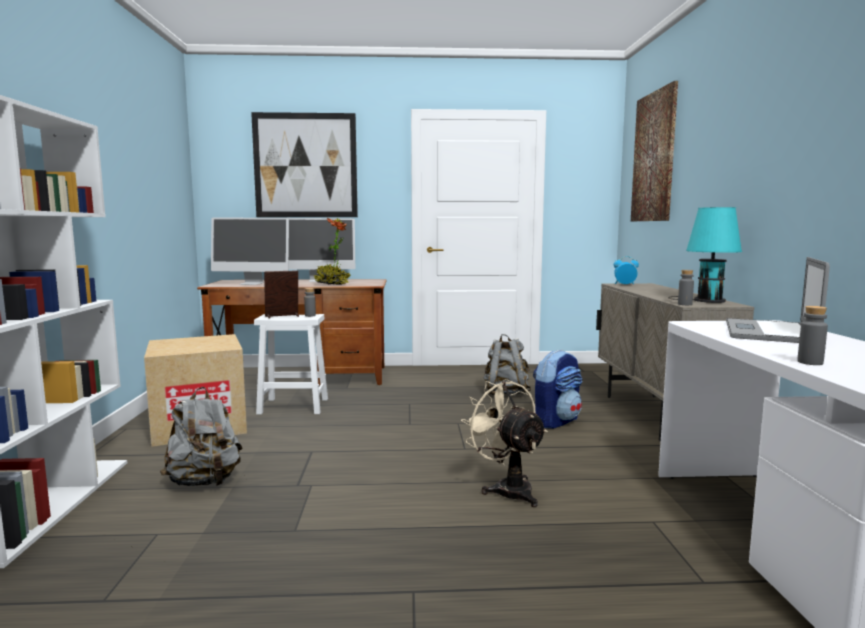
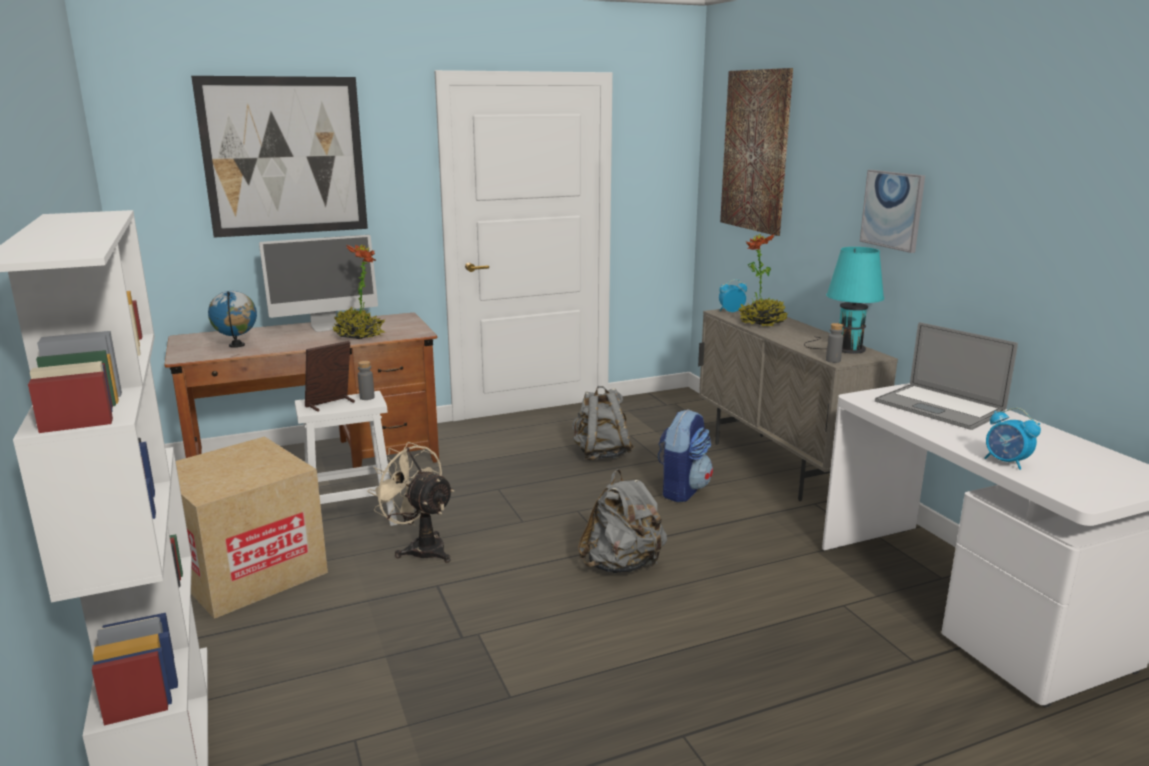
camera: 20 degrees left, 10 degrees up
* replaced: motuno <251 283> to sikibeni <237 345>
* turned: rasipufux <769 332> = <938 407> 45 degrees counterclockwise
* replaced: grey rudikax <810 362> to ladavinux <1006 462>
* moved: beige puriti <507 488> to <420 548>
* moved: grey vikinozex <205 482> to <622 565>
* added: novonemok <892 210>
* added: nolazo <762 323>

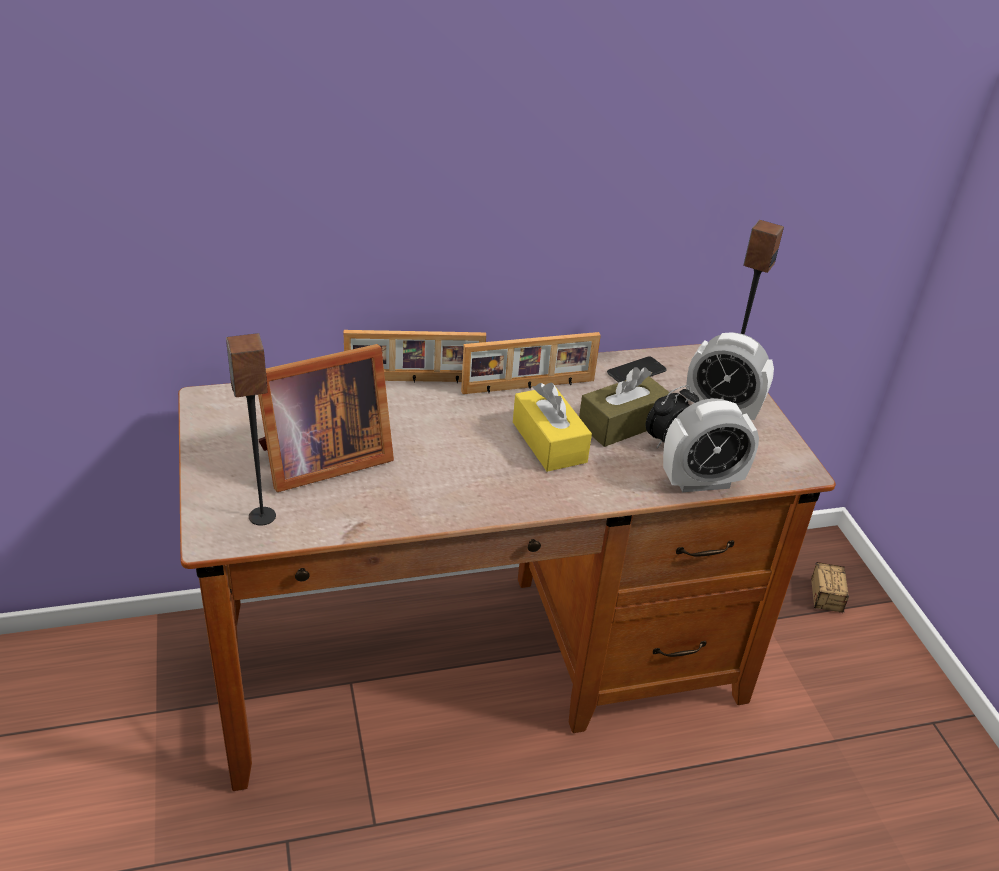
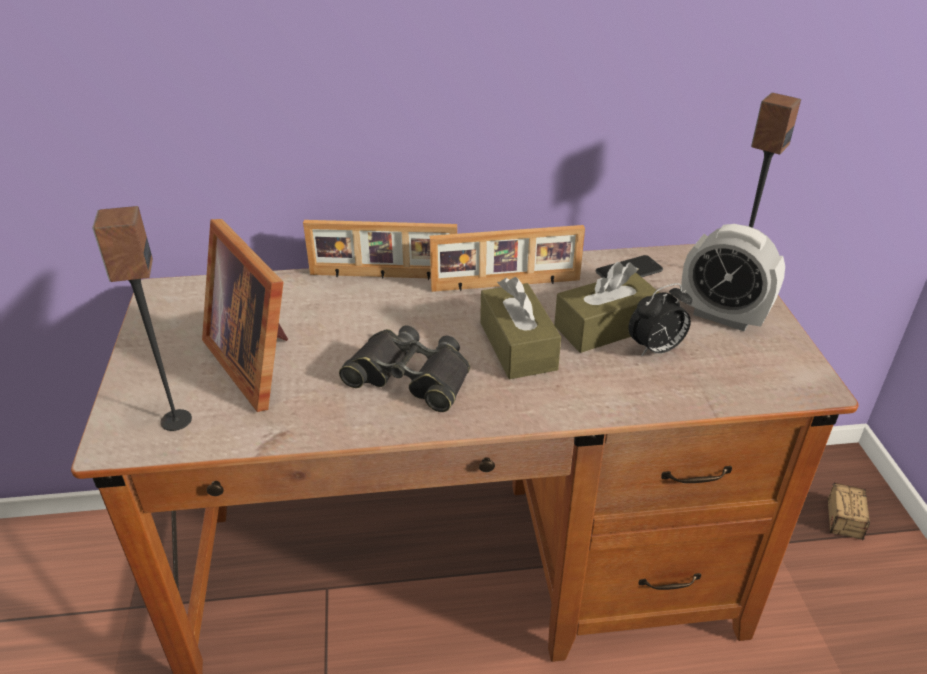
camera: 10 degrees right, 0 degrees up
* turned: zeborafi <320 461> = <258 360> 75 degrees clockwise
* recoloured: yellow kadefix <549 442> to brown kadefix <517 346>
* removed: ladavinux <701 482>
* added: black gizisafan <410 377>

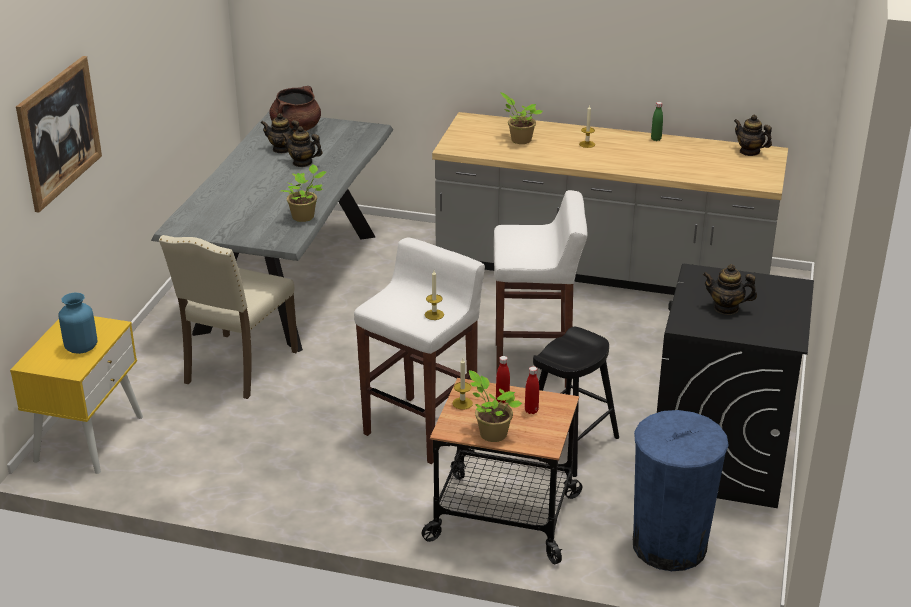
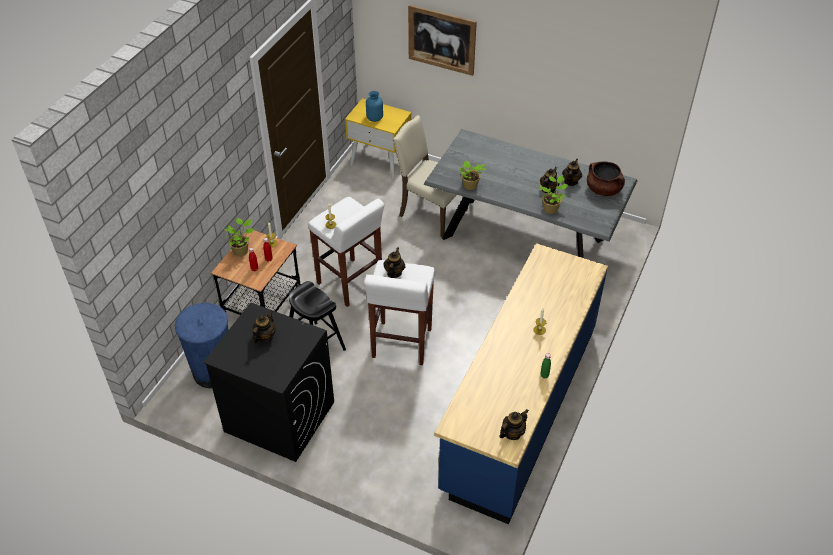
camera: 100 degrees right, 15 degrees up
* moved: nolazo <519 140> to <551 208>
* recoloured: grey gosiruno <602 270> to blue gosiruno <519 407>
* added: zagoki <394 273>

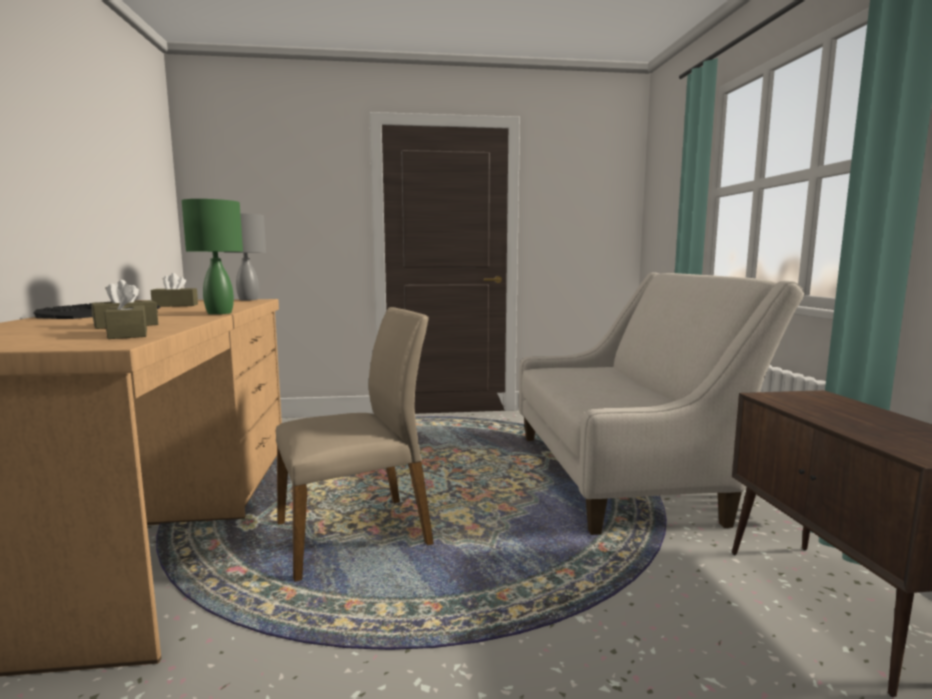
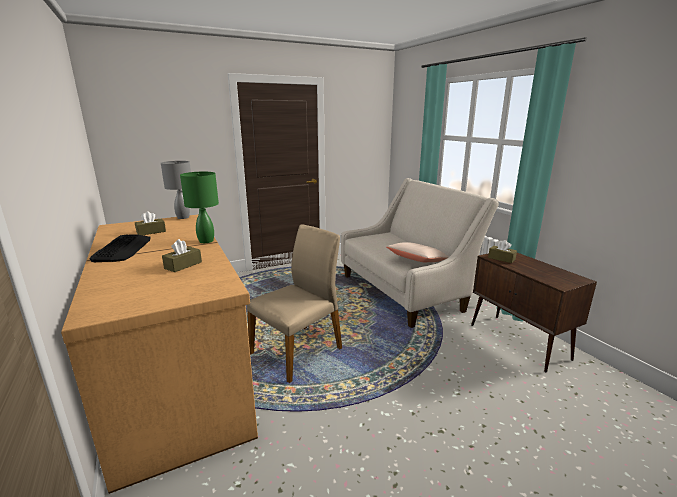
camera: 20 degrees left, 10 degrees up
* moved: brown kadefix <128 334> to <501 258>
* added: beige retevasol <417 261>

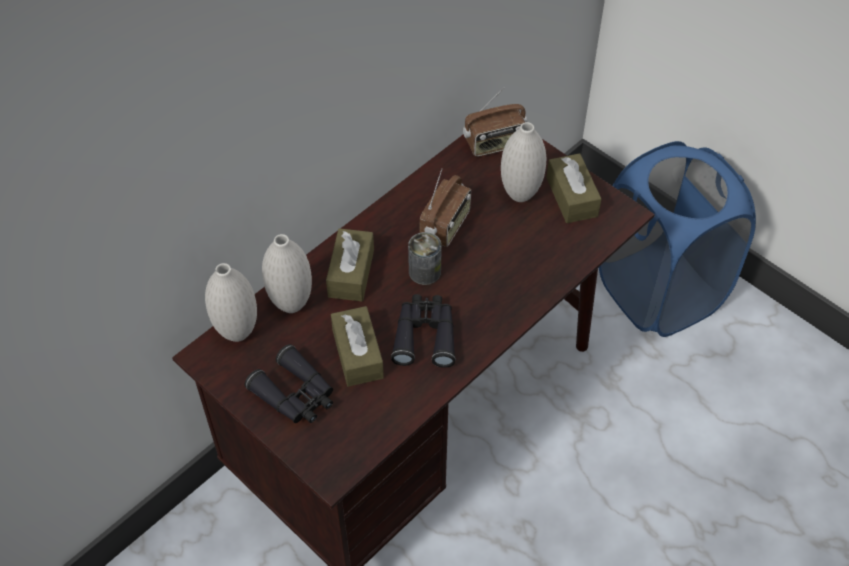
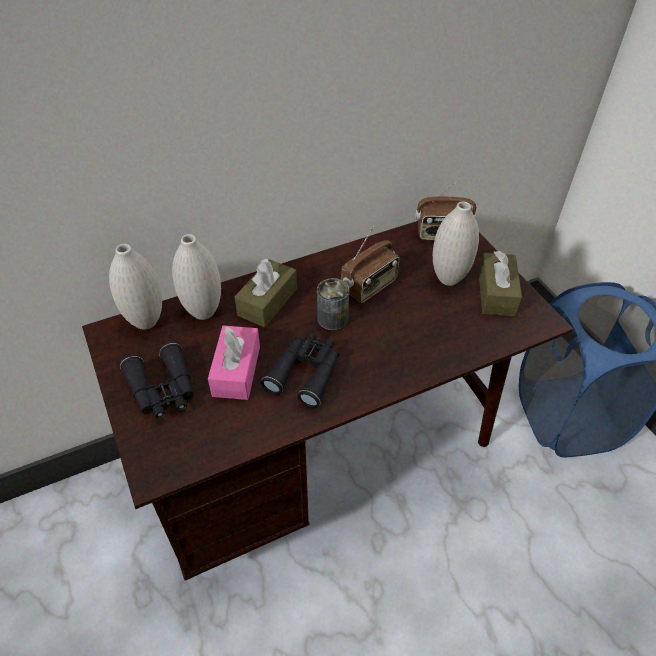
camera: 20 degrees right, 5 degrees down
* recoloured: brown kadefix <357 354> to pink kadefix <236 371>

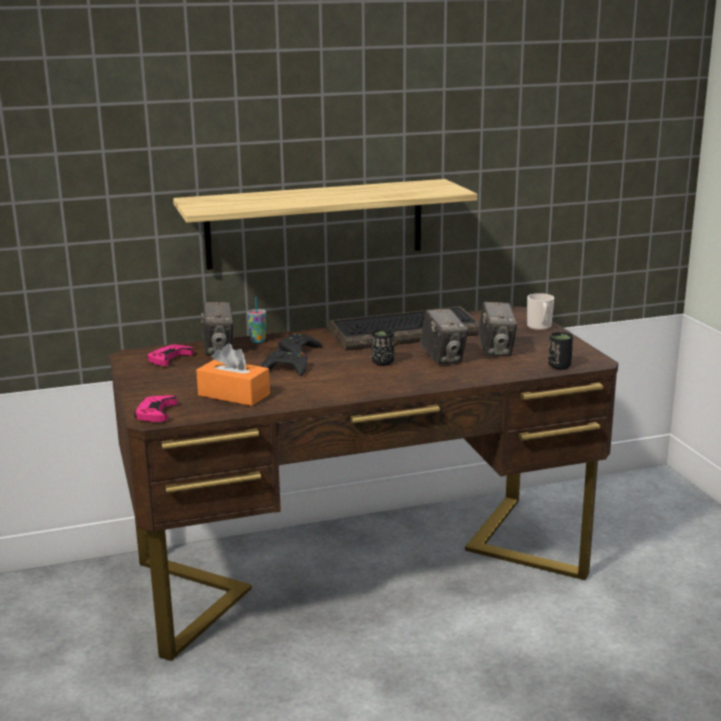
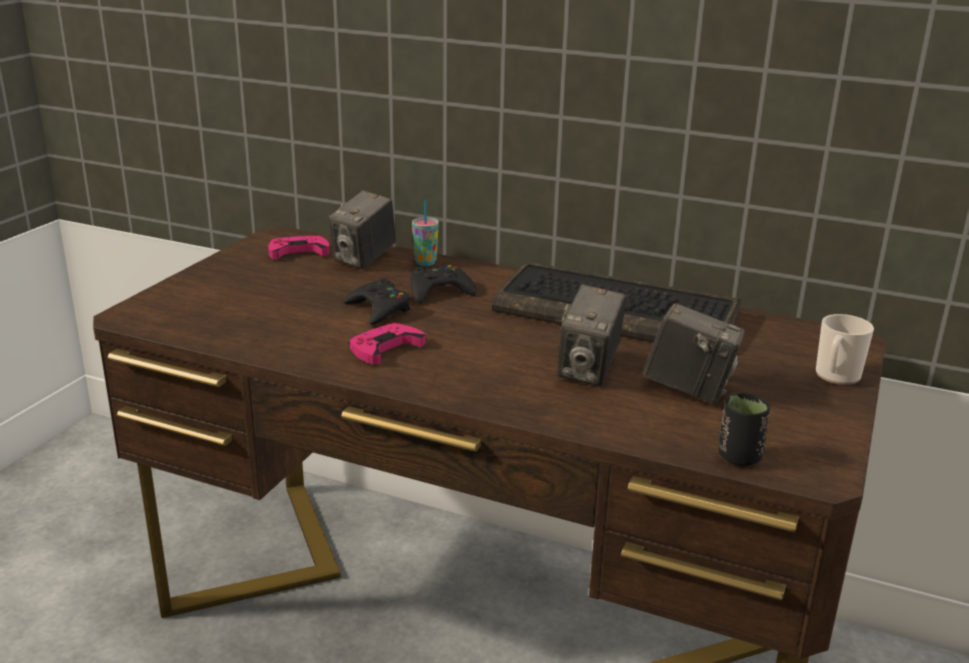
camera: 40 degrees right, 5 degrees up
* removed: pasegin <315 224>
* turned: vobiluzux <496 351> = <689 389> 105 degrees counterclockwise
* removed: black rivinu <383 362>
* removed: orange kadefix <234 395>
* moved: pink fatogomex <155 413> to <385 348>

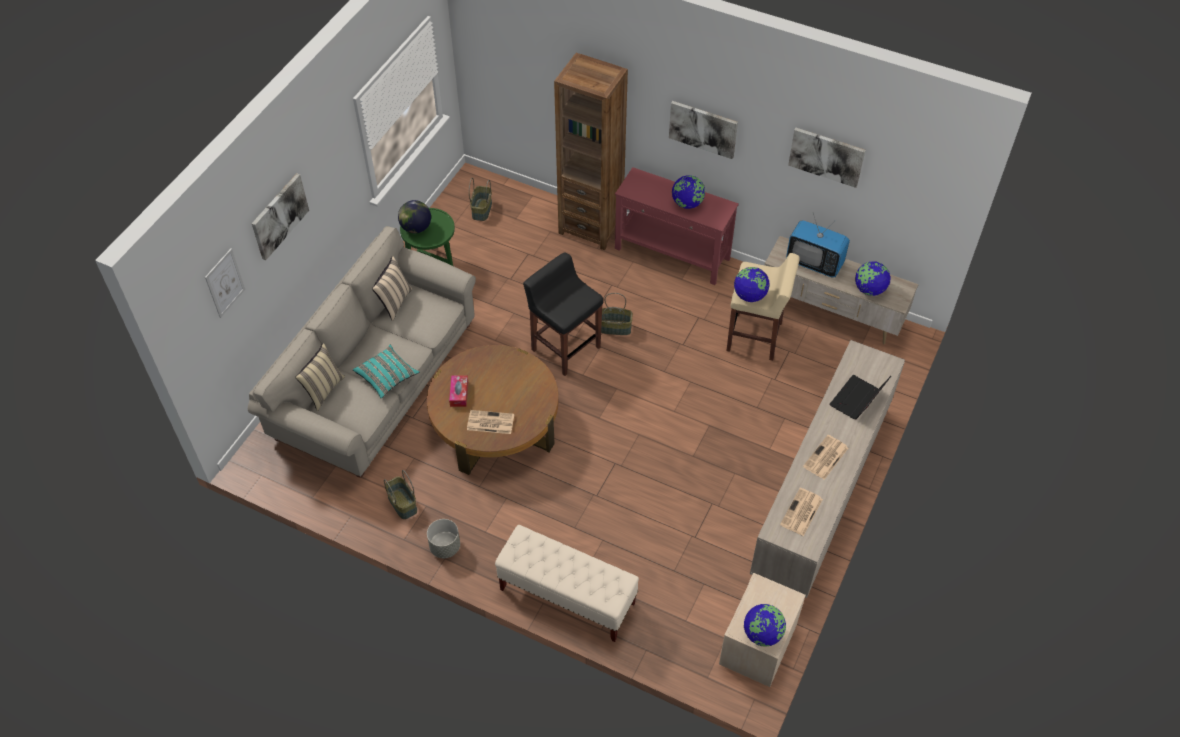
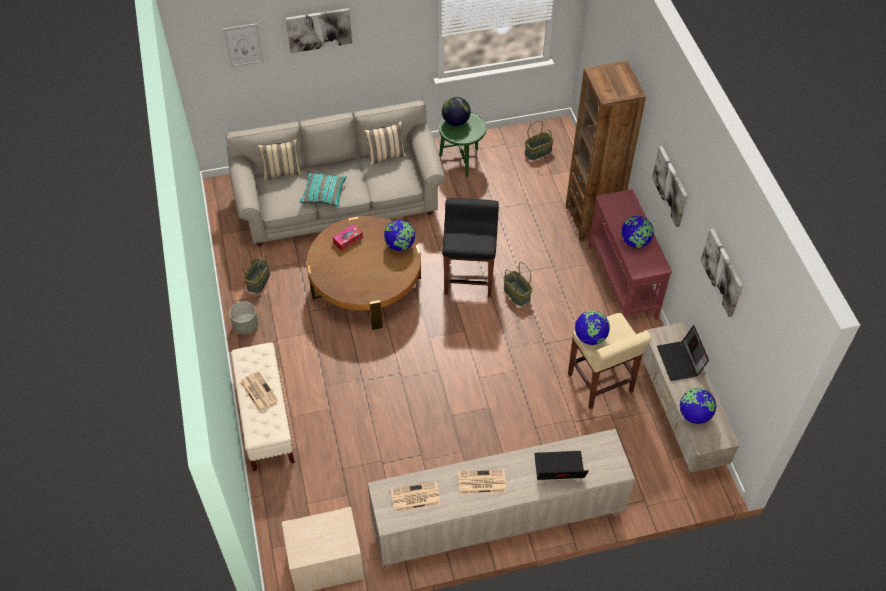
camera: 50 degrees right, 0 degrees up
* replaced: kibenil <814 263> to rasipufux <680 361>
* moved: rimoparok <489 422> to <258 391>
* moved: sikibeni <762 634> to <400 245>

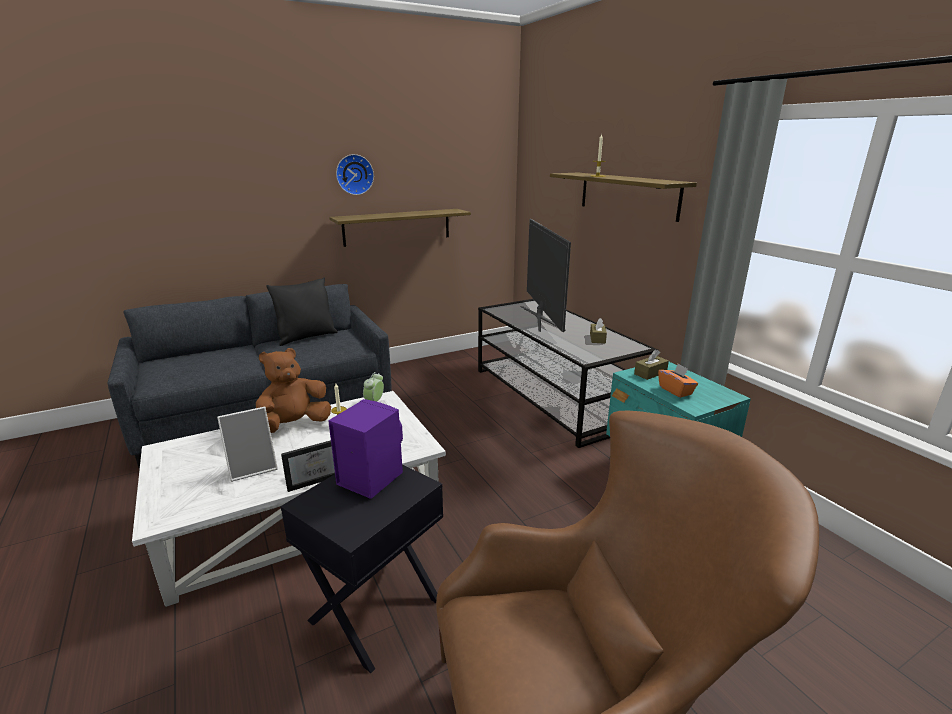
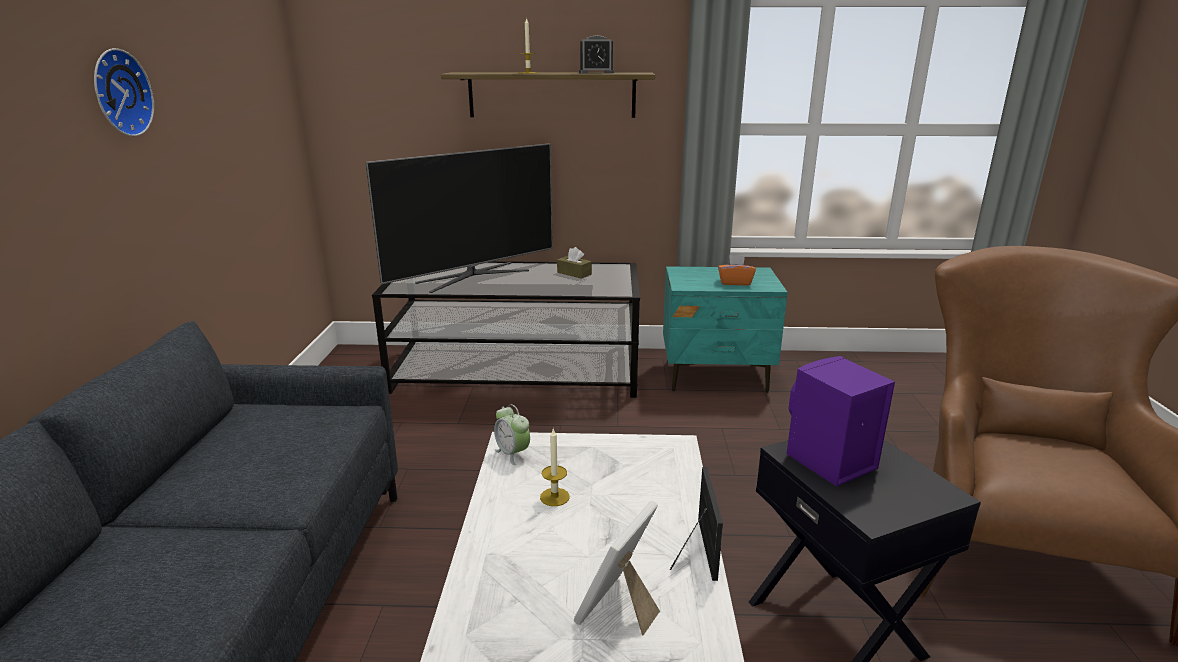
camera: 60 degrees left, 0 degrees up
* removed: pasegin <397 227>
* turned: kibenil <542 317> = <473 277> 120 degrees clockwise
* removed: black retevasol <307 337>
* removed: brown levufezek <294 425>
* removed: brown kadefix <650 373>
* turned: zeborafi <253 467> = <619 609> 150 degrees counterclockwise
* added: ladavinux <596 72>

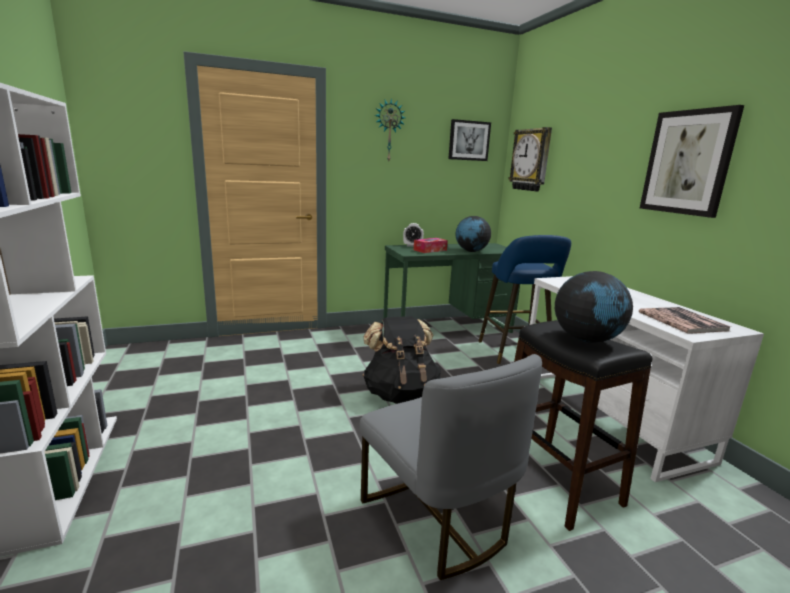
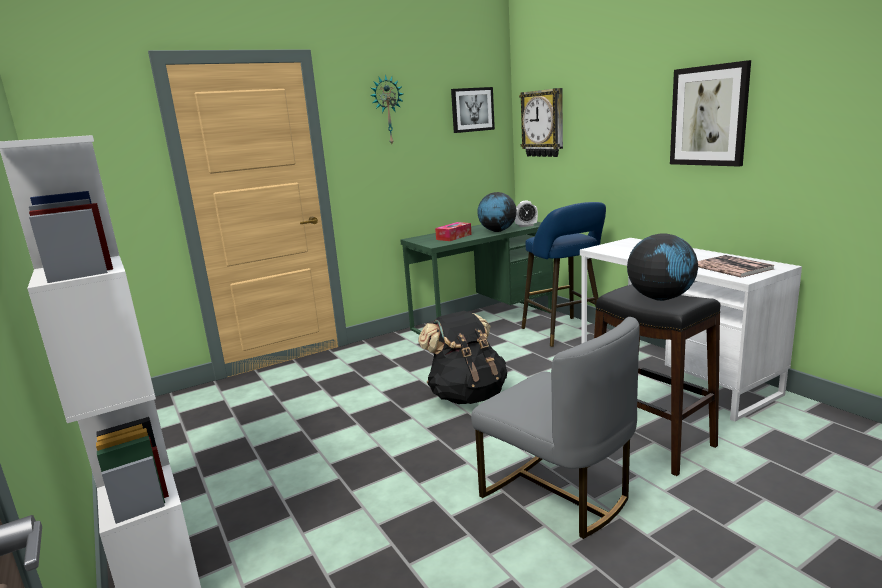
camera: 10 degrees left, 0 degrees up
* moved: ladavinux <412 246> to <526 226>

